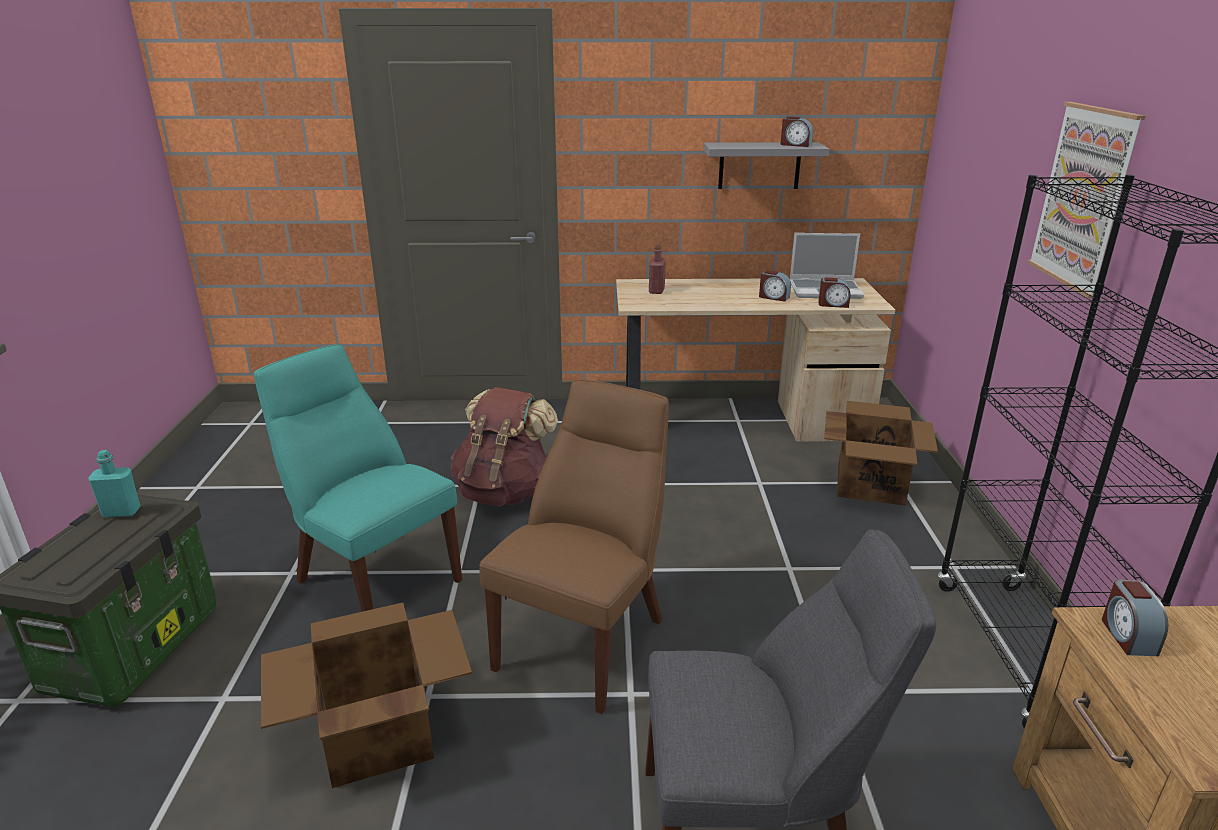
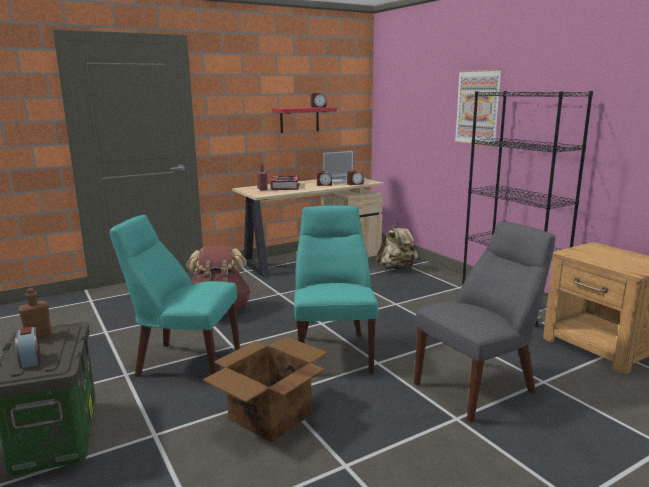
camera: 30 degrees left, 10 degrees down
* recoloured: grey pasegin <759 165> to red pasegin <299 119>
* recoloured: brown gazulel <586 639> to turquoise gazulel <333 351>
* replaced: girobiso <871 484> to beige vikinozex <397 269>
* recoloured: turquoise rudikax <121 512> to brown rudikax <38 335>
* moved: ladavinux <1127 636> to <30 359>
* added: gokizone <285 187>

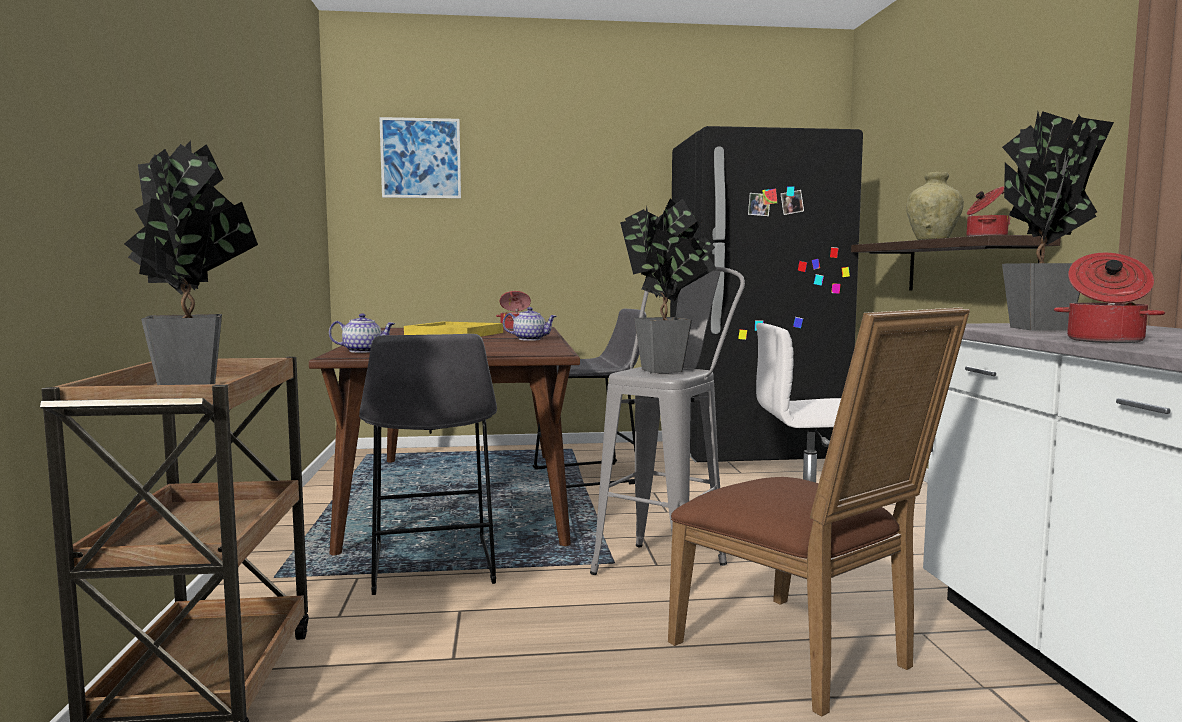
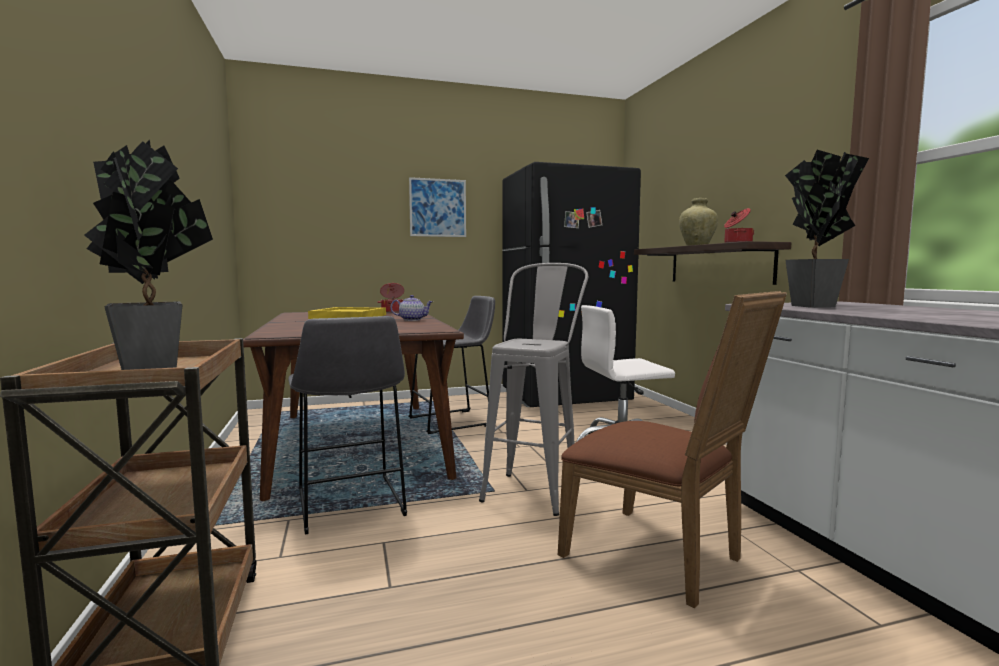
camera: 10 degrees left, 0 degrees up
* moved: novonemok <420 158> to <438 208>
* removed: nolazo <669 370>
* removed: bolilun <1104 340>
* removed: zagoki <363 351>

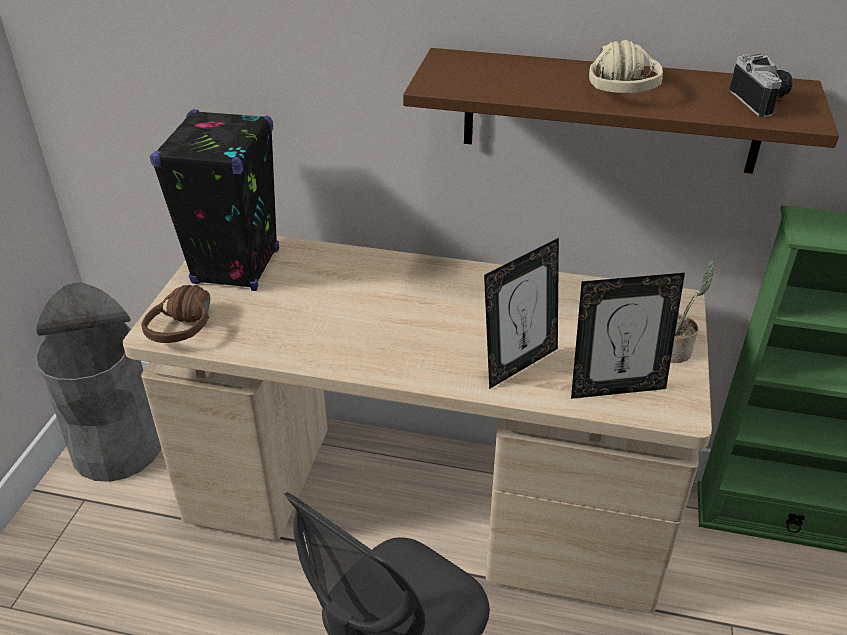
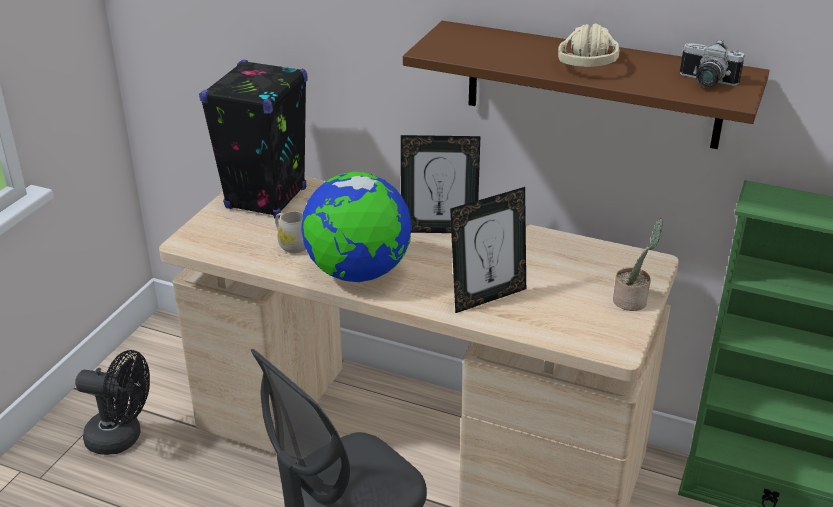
camera: 10 degrees right, 5 degrees down
* turned: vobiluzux <763 101> = <705 82> 120 degrees clockwise
* moved: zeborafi <616 388> to <439 229>
* removed: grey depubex <118 448>
* removed: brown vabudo <194 330>
* added: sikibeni <358 273>
* added: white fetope <292 244>
* added: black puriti <122 438>

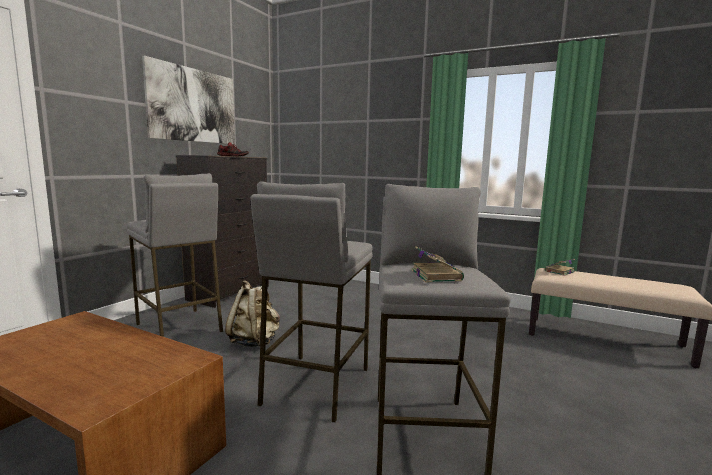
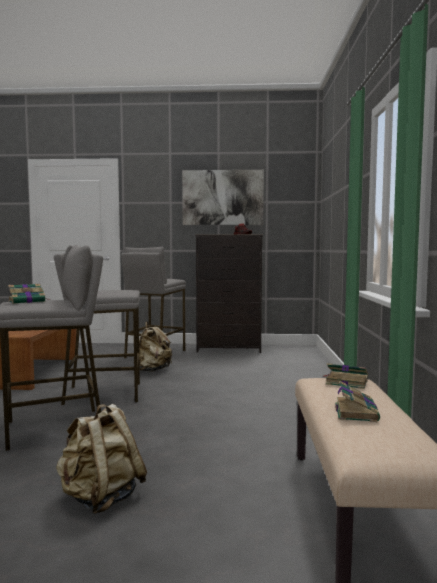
camera: 65 degrees right, 5 degrees down
* added: gokizone <356 412>
* added: beige vikinozex <101 498>

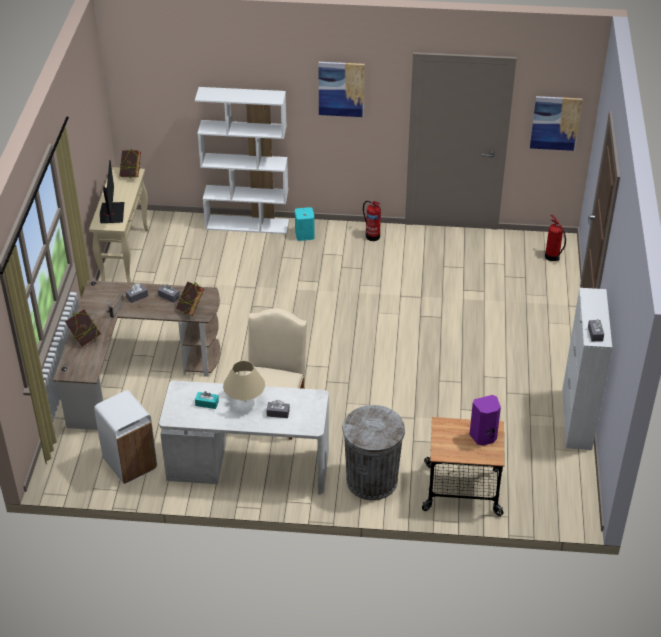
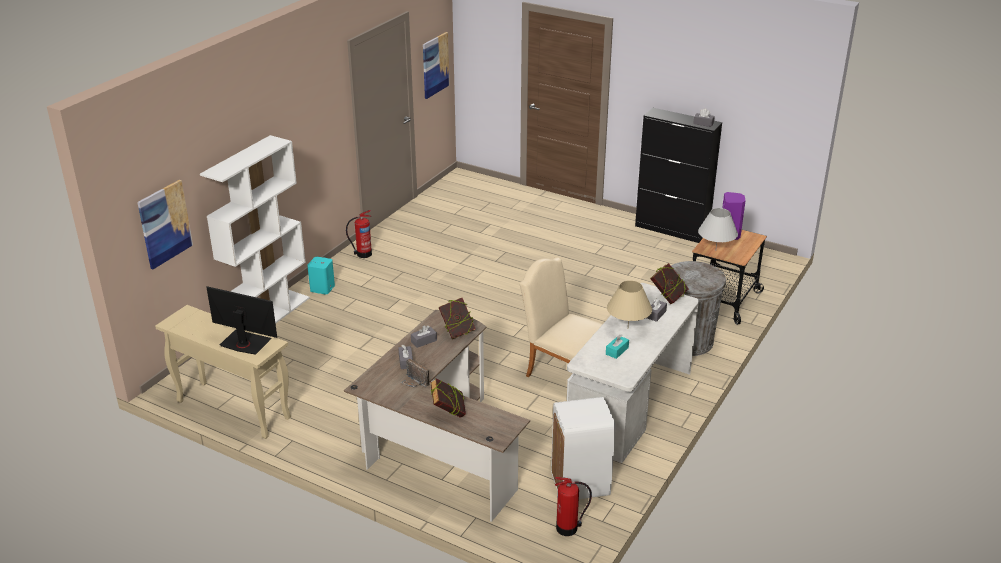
camera: 65 degrees left, 10 degrees down
* moved: novonemok <341 89> to <165 224>
* moved: gokizone <131 174> to <668 297>
* moved: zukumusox <552 257> to <568 528>
* recoloured: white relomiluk <576 419> to black relomiluk <672 230>
* added: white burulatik <715 251>

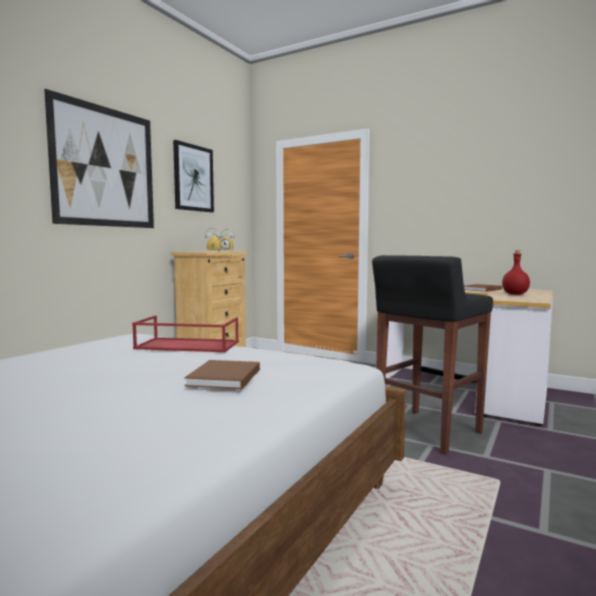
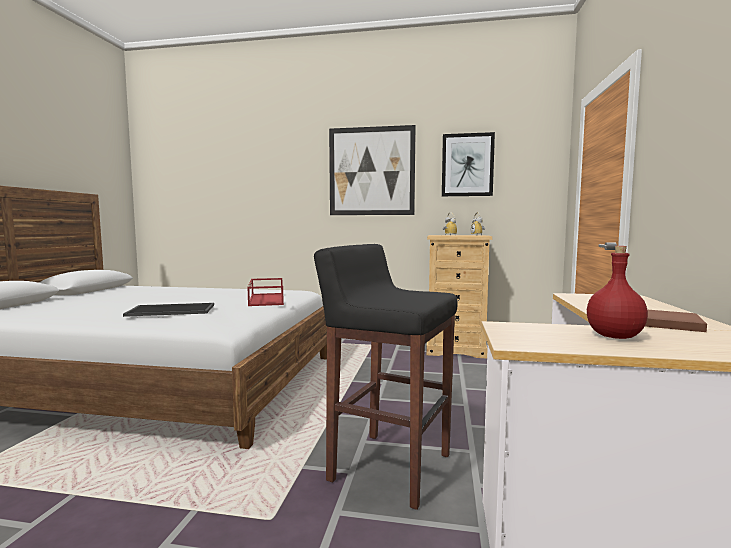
camera: 70 degrees right, 0 degrees up
* replaced: brown gokizone <223 378> to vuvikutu <170 310>

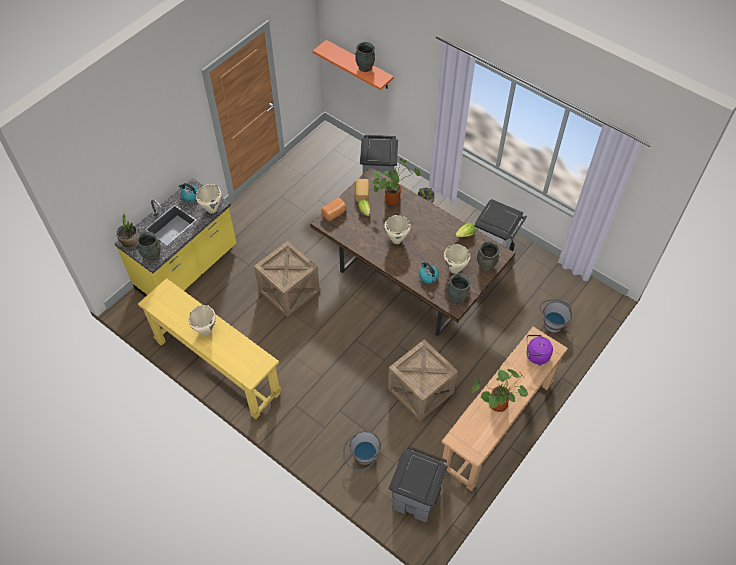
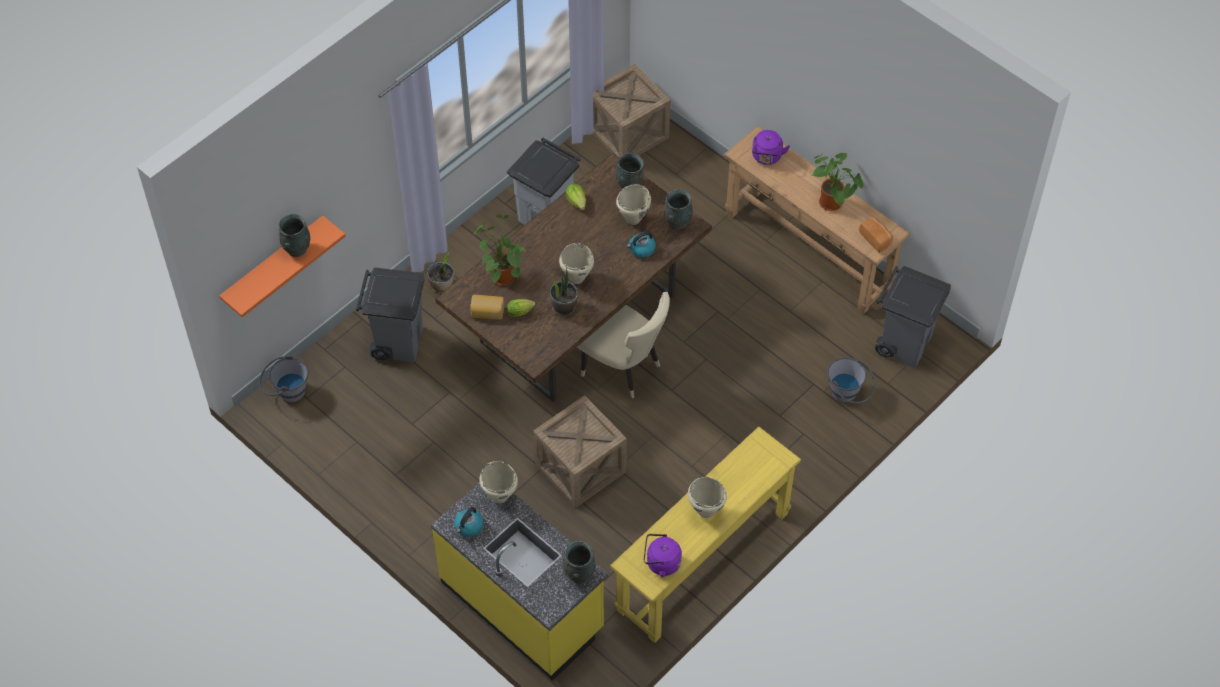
camera: 85 degrees left, 0 degrees up
* moved: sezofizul <334 213> to <876 239>
* moved: nolazo <130 242> to <563 307>
* moved: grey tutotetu <552 321> to <286 391>
* moved: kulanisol <420 391> to <628 133>
* added: beige gazulel <625 369>
* added: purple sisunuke <661 563>

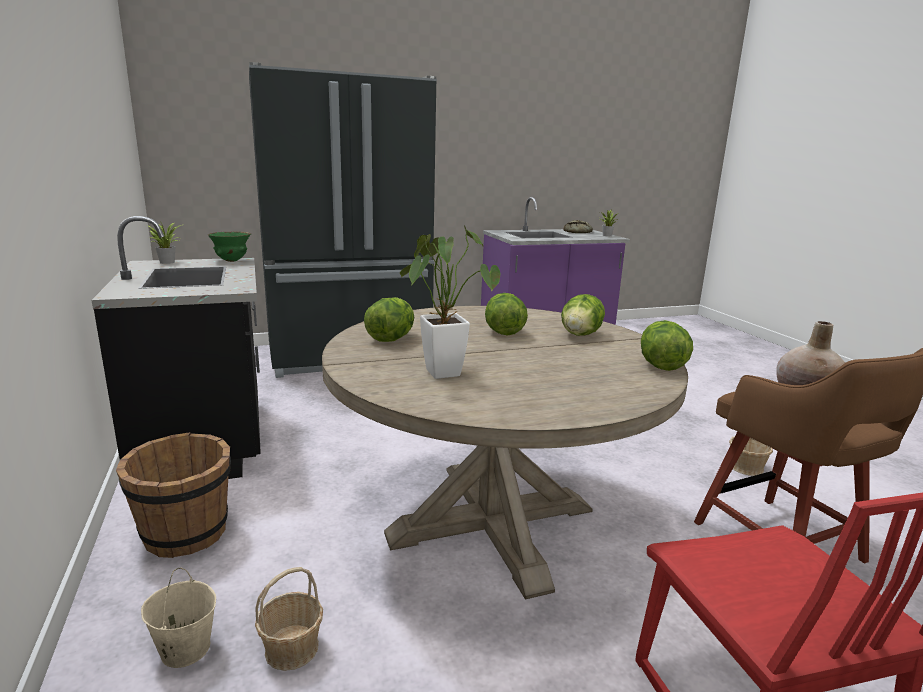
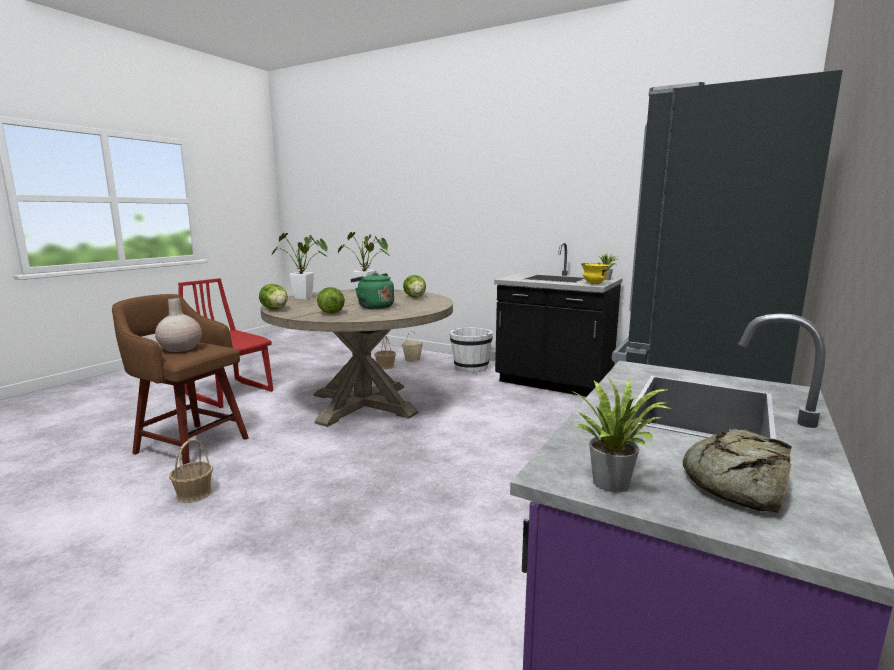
camera: 140 degrees right, 5 degrees down
* recoloured: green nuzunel <232 261> to yellow nuzunel <594 284>
* replaced: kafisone <503 332> to green sisunuke <374 307>
* recoloured: brown tutotetu <186 534> to white tutotetu <470 368>
* added: nolazo <307 298>

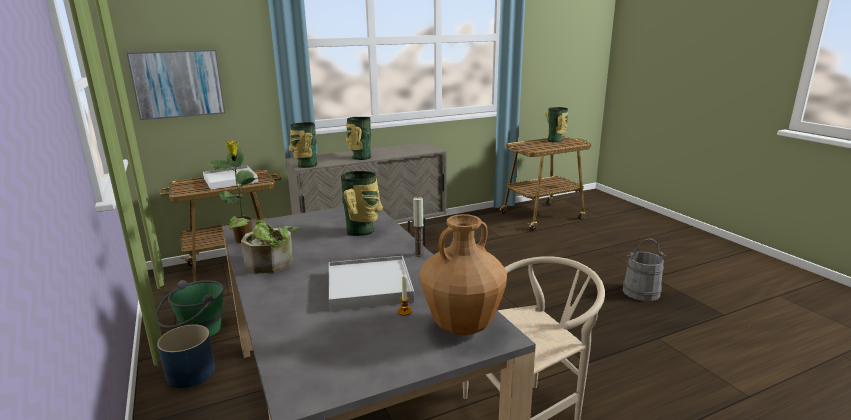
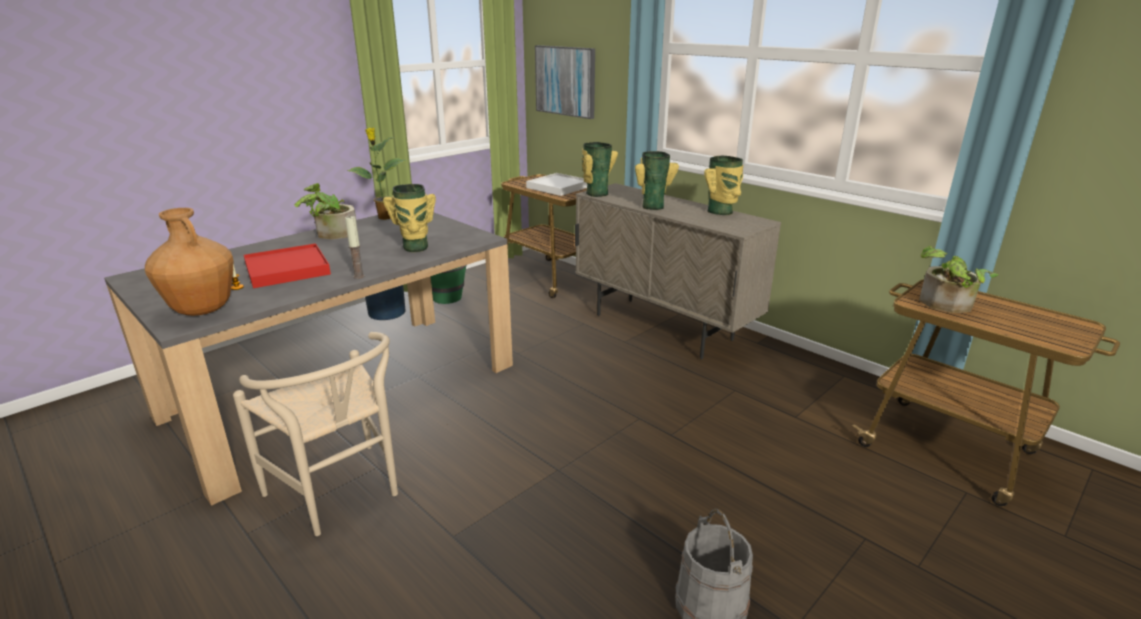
camera: 70 degrees right, 5 degrees up
* moved: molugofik <556 140> to <721 212>
* recoloured: white vuvikutu <369 287> to red vuvikutu <287 269>
* added: nolazo <945 305>

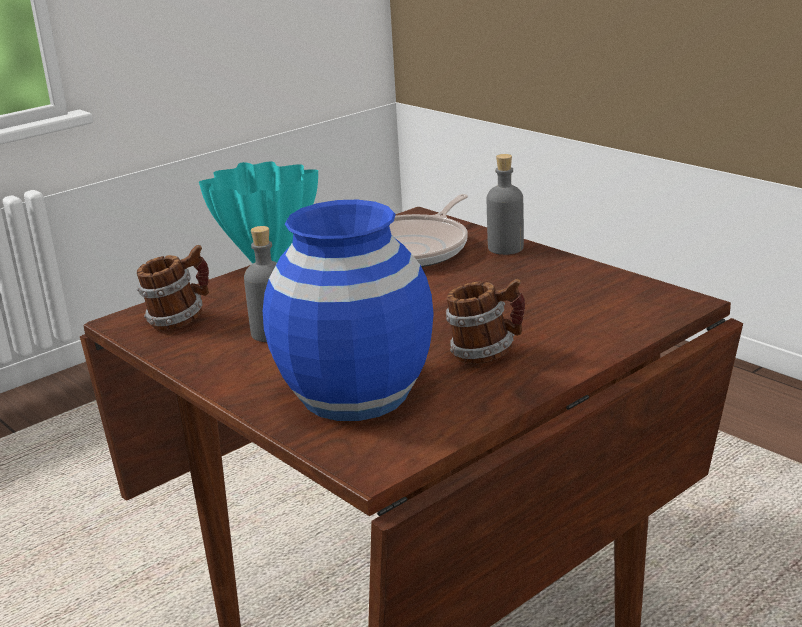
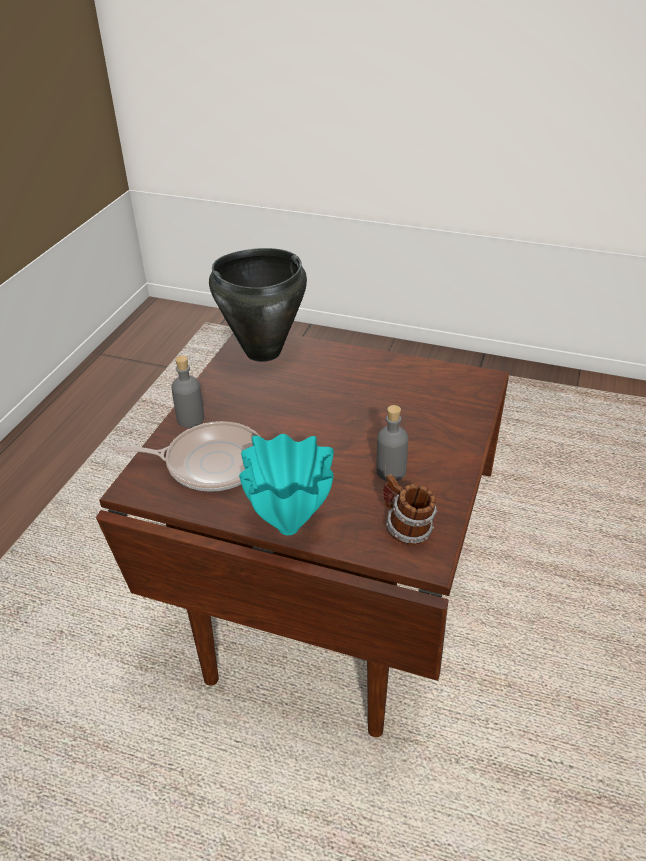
camera: 120 degrees left, 15 degrees up
* removed: blue molugofik <356 394>
* removed: fetope <486 354>
* added: black bolilun <262 351>

